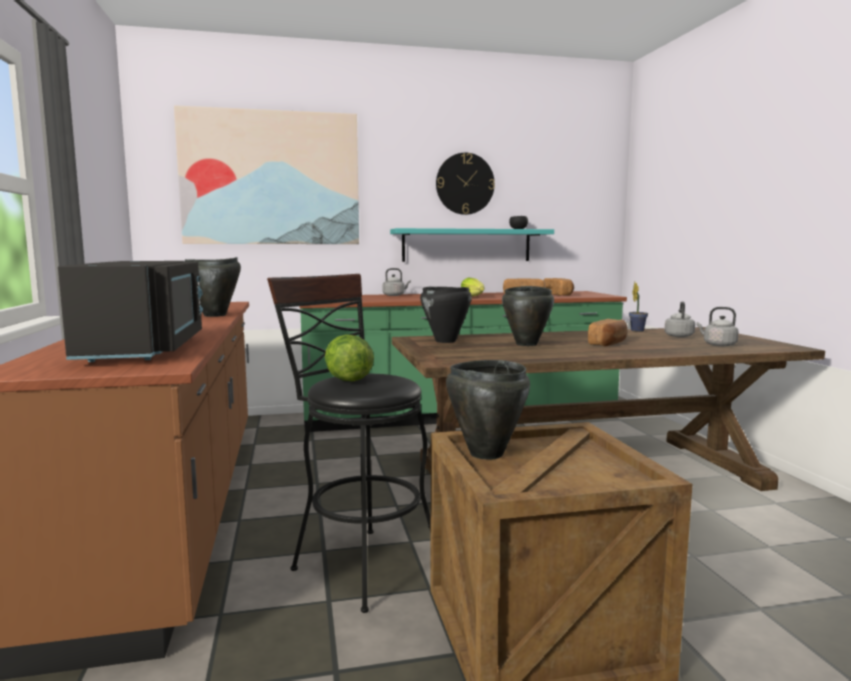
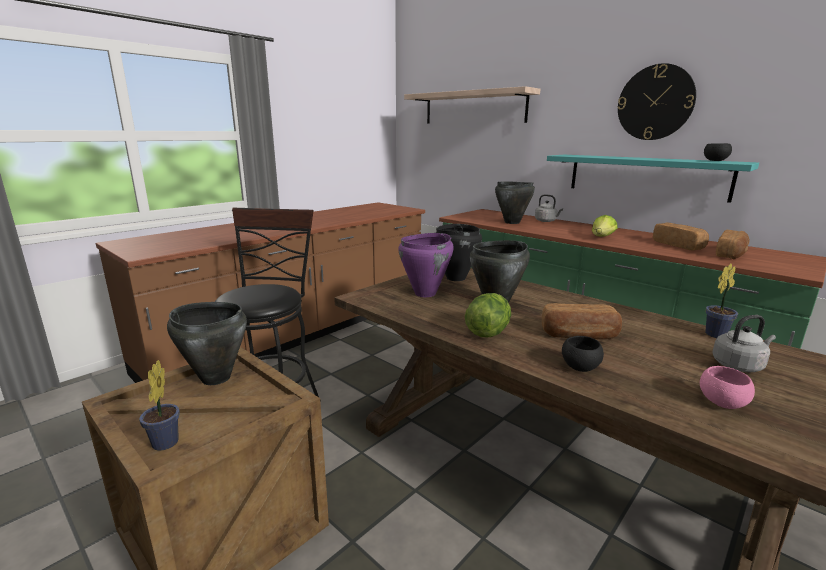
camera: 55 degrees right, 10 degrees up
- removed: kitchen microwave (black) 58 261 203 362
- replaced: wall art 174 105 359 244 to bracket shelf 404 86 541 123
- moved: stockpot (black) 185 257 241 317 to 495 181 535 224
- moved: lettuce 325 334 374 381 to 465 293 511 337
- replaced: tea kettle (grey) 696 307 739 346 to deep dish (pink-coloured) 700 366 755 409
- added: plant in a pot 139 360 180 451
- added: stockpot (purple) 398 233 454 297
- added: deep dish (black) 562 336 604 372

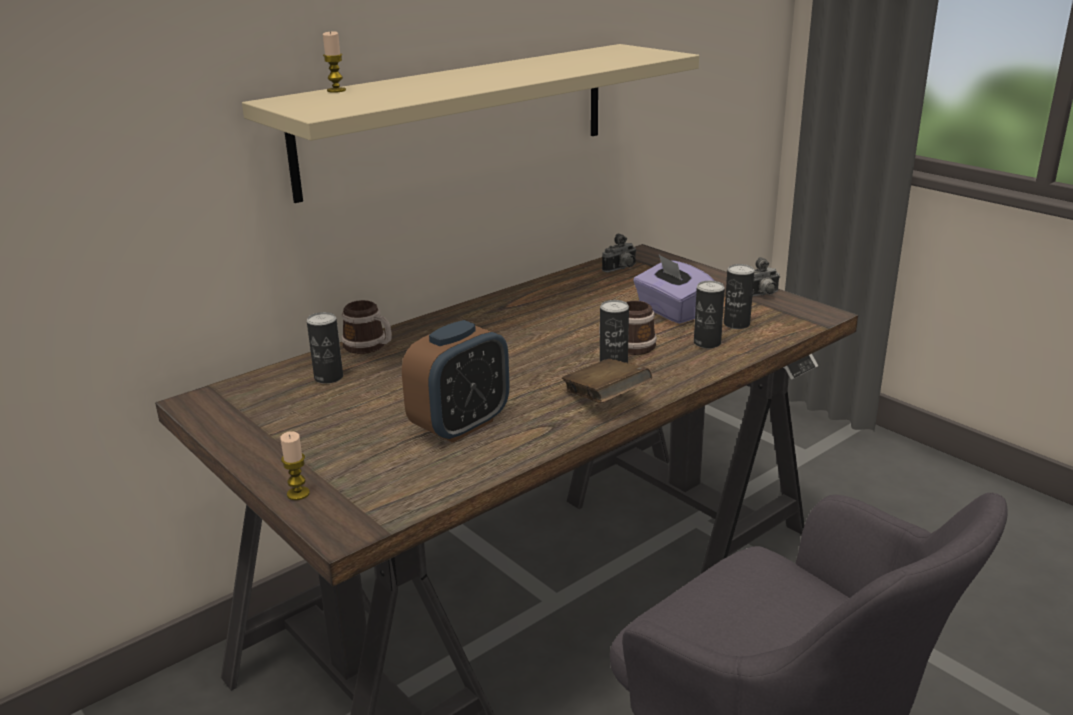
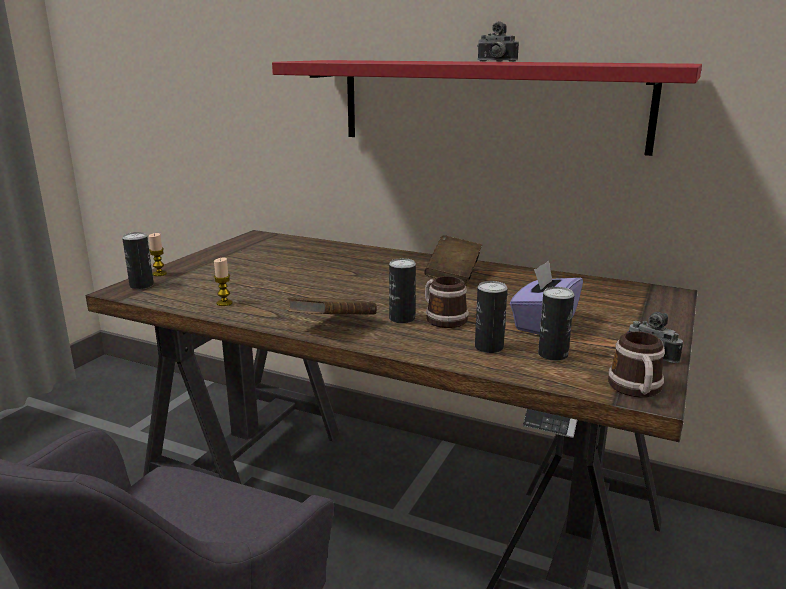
camera: 65 degrees right, 5 degrees down
- recoloured: bracket shelf (beige-coloured) 242 44 699 203 to bracket shelf (reddish) 272 60 702 156
- moved: sealed can 307 312 343 384 to 122 232 154 289
- moved: wax candle 323 31 346 93 to 214 258 233 306
- moved: tea mug 342 300 392 354 to 608 331 665 398
- removed: table clock 402 320 510 443
- moved: still camera 602 234 637 272 to 477 21 519 62
- added: bound book (brown) 424 235 482 286

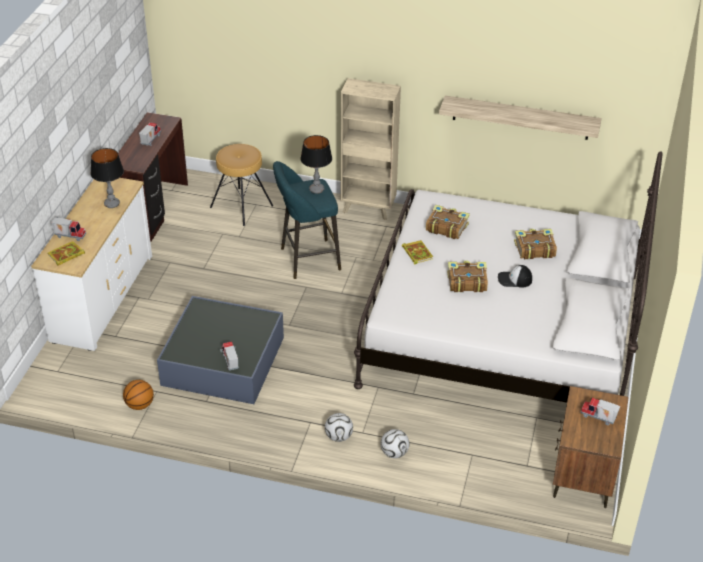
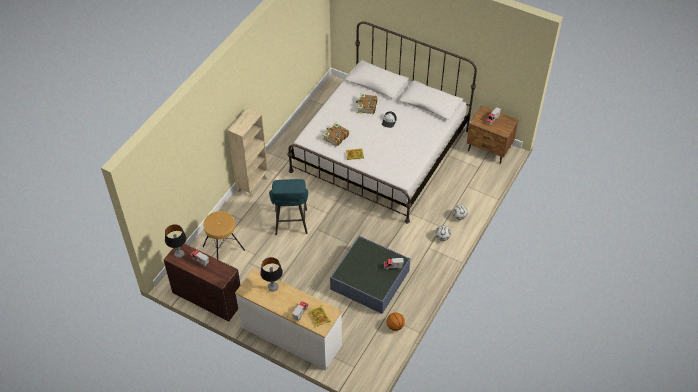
camera: 75 degrees left, 10 degrees up
- moved: table lamp 300 135 332 194 to 165 224 187 258
- removed: bracket shelf 439 95 602 140
- removed: bound book 447 260 488 292

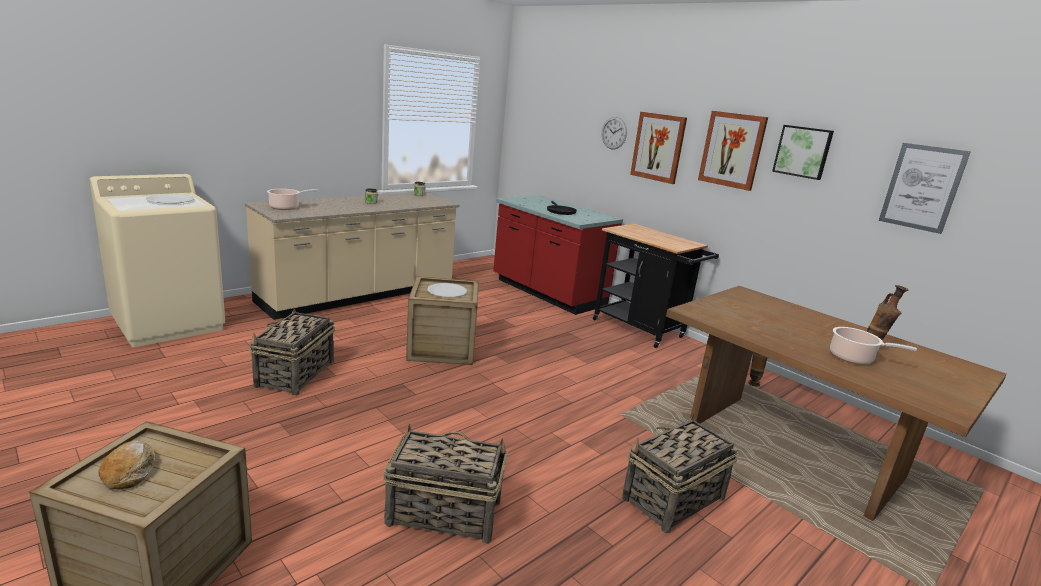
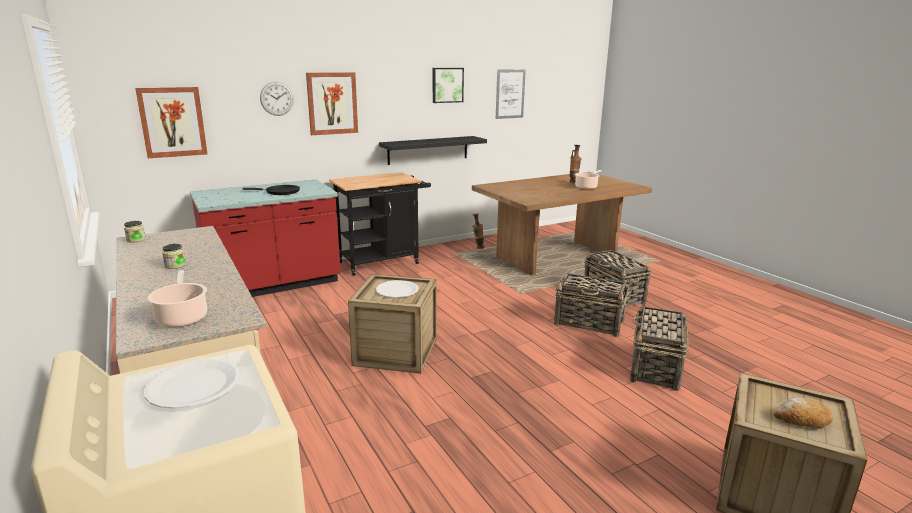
camera: 75 degrees left, 0 degrees up
- moved: household basket 249 308 335 395 to 554 273 629 337
- moved: wall art 698 111 768 191 to 135 87 208 158
- added: bracket shelf (black) 379 136 487 165

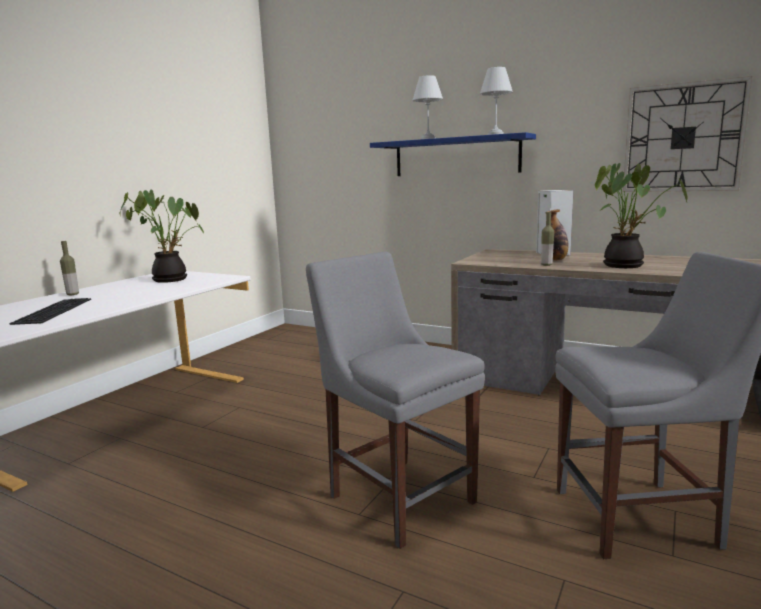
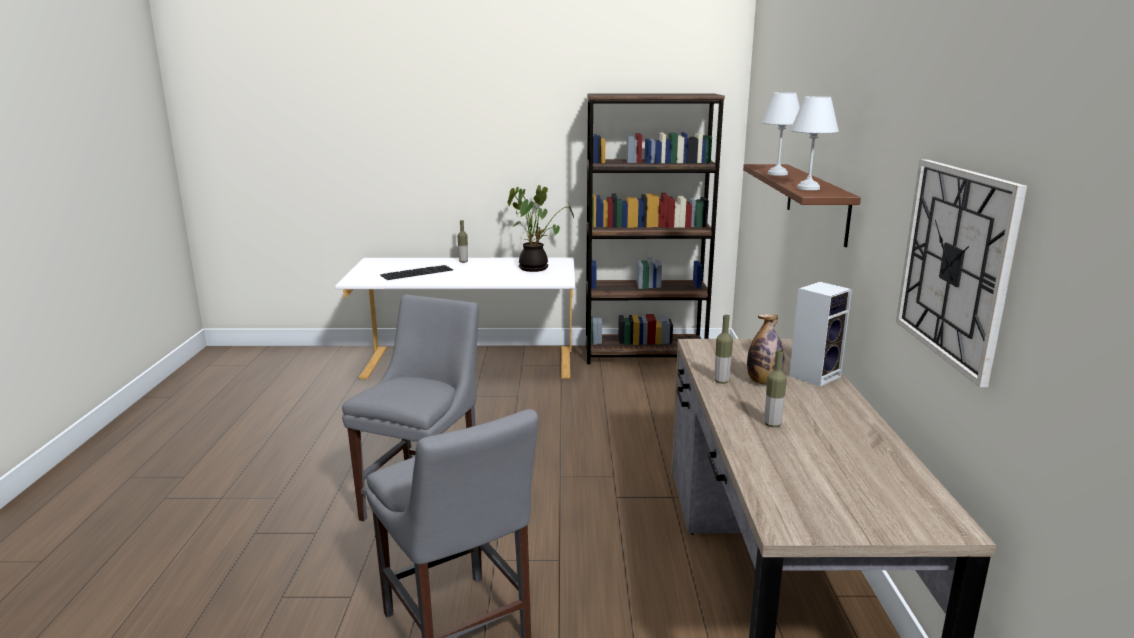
camera: 60 degrees right, 5 degrees up
- recoloured: bracket shelf (bluish) 370 132 536 176 to bracket shelf (brown) 743 164 861 247
- replaced: plant in a pot 595 163 688 268 to drink bottle 764 350 787 427
- added: bookshelf (brown) 586 94 725 364

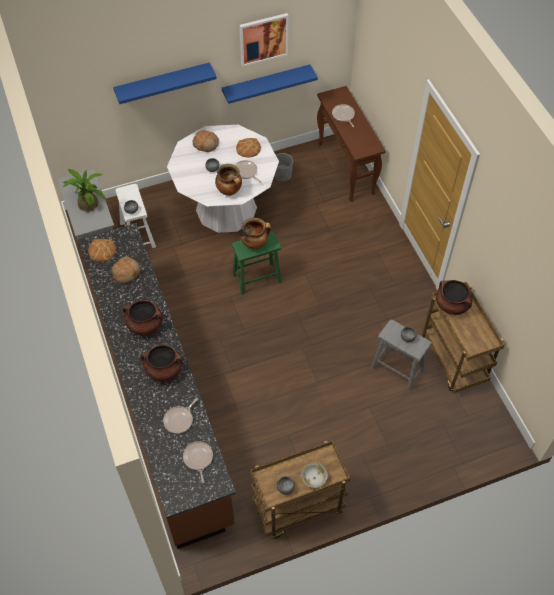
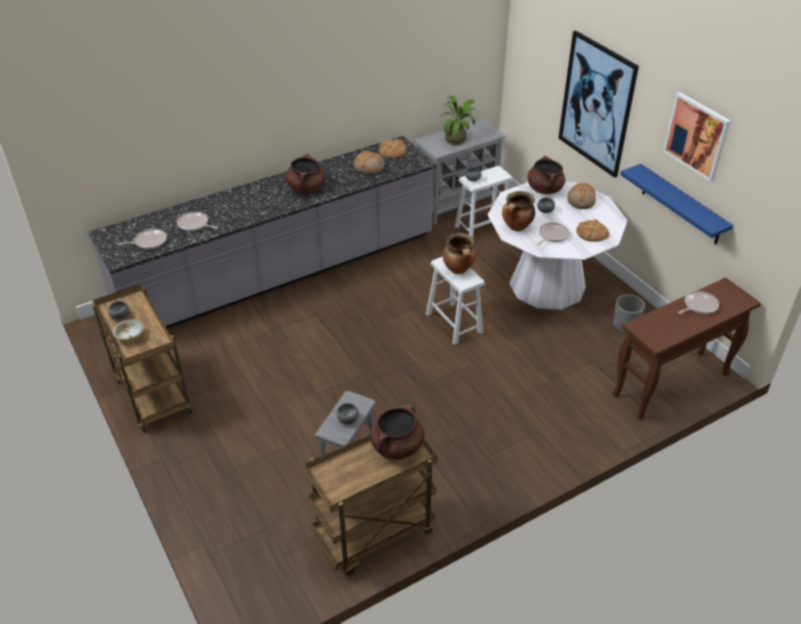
camera: 80 degrees right, 15 degrees down
- recoloured: kitchen base unit (brown) 78 223 236 549 to kitchen base unit (grey) 88 136 437 329
- replaced: bracket shelf (bluish) 113 62 217 104 to wall art 558 30 639 178
- moved: stockpot (brown) 141 345 183 382 to 527 156 565 194
- recoloured: stool seat (green-coloured) 231 231 282 295 to stool seat (whitish) 426 256 485 345

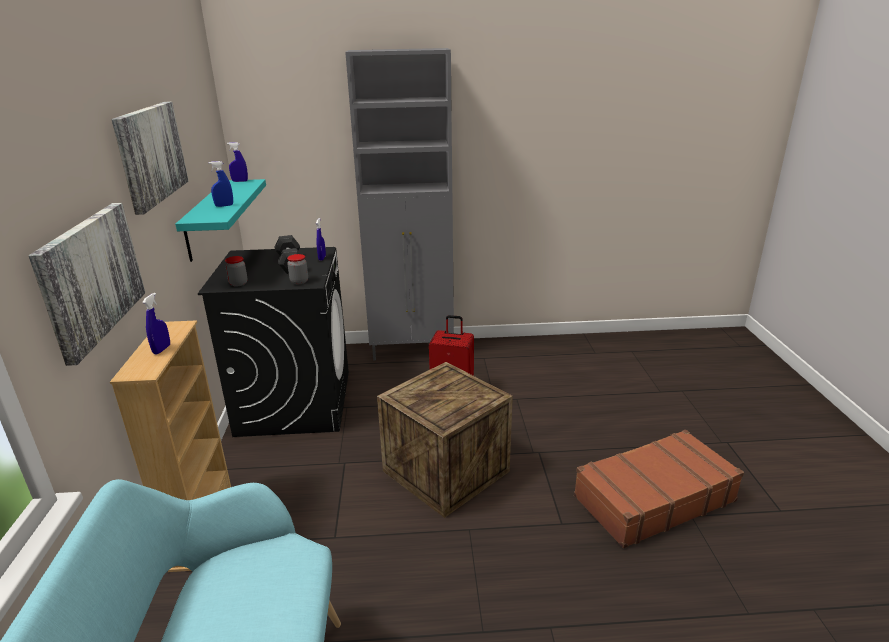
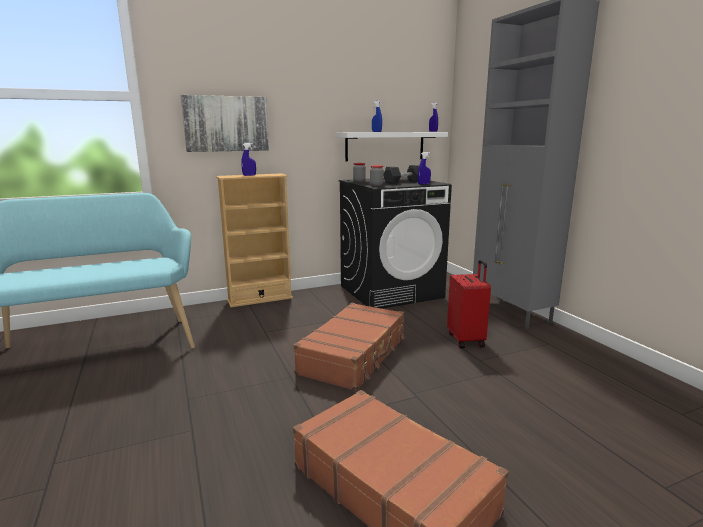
camera: 70 degrees right, 10 degrees down
- removed: wall art 112 102 188 215
- recoloured: bracket shelf (blue-green) 175 179 266 262 to bracket shelf (whitish) 335 132 448 161
- replaced: crate 377 362 513 518 to travel case (brown) 294 303 405 391

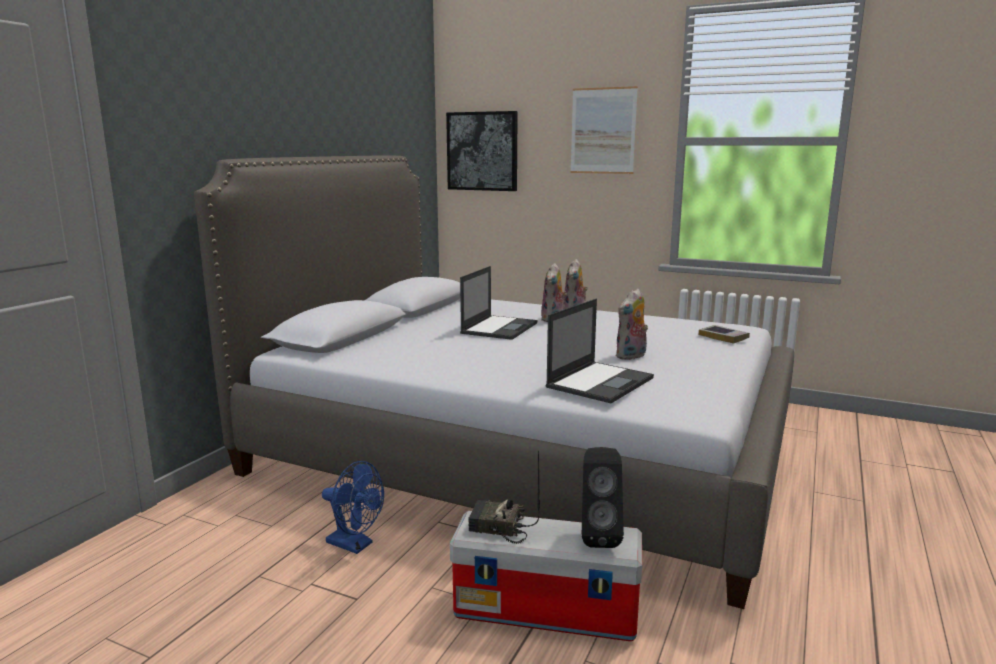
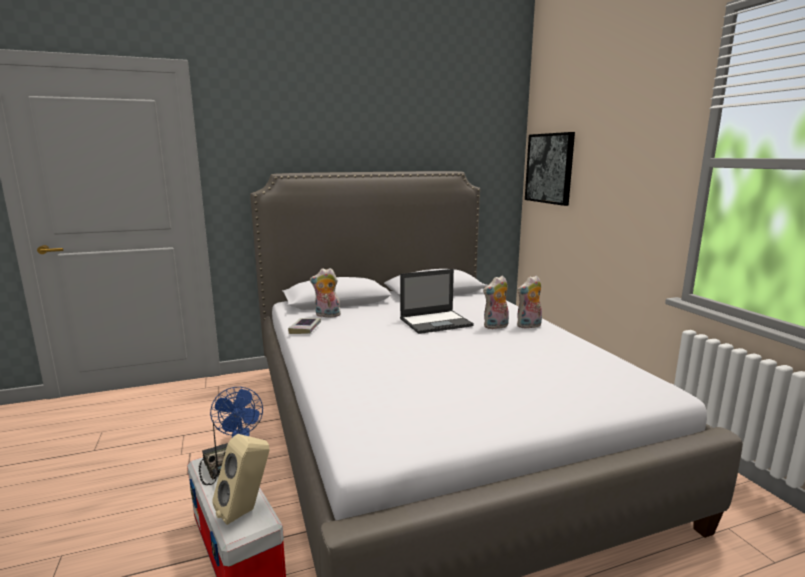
camera: 45 degrees right, 0 degrees up
- removed: notebook computer 546 299 654 403
- removed: wall art 570 86 638 174
- recoloured: speaker (black) 582 447 624 548 to speaker (beige-coloured) 212 434 269 525
- moved: plush toy 615 289 648 360 to 310 268 341 317
- moved: bound book 699 325 750 344 to 288 318 321 334

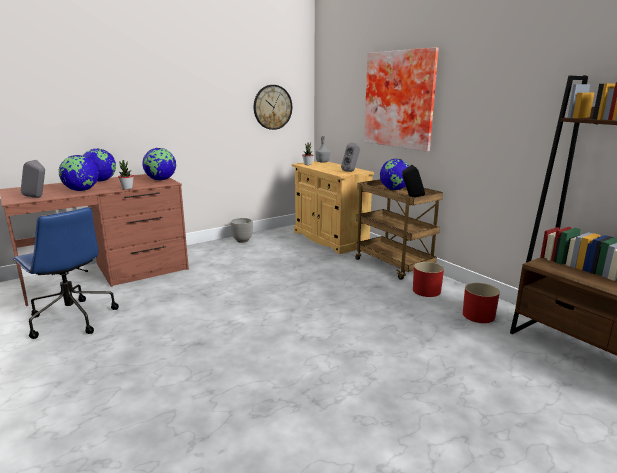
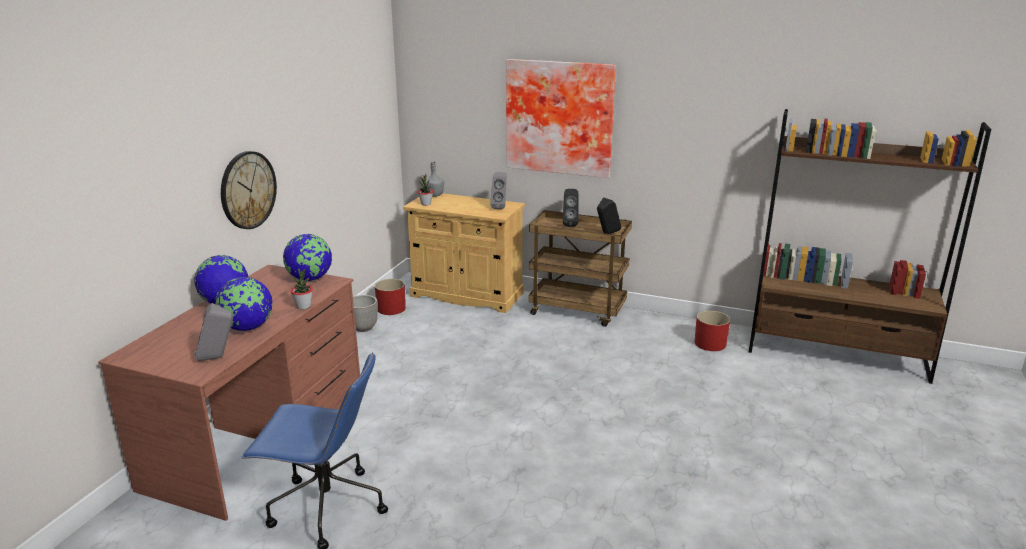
camera: 35 degrees left, 5 degrees up
- moved: wall clock 254 85 292 130 to 221 151 277 229
- replaced: desk globe 380 159 409 190 to speaker (black) 563 189 579 227
- moved: planter (reddish) 413 262 444 297 to 375 279 406 315

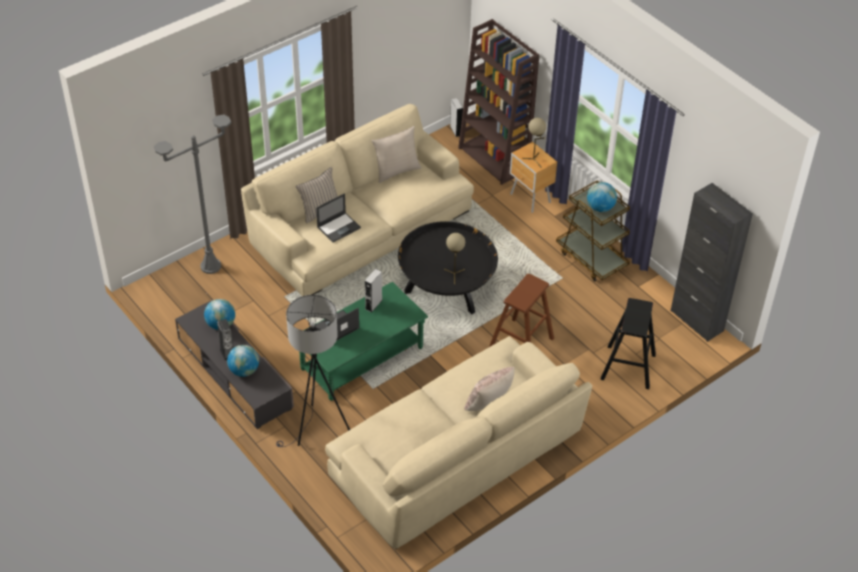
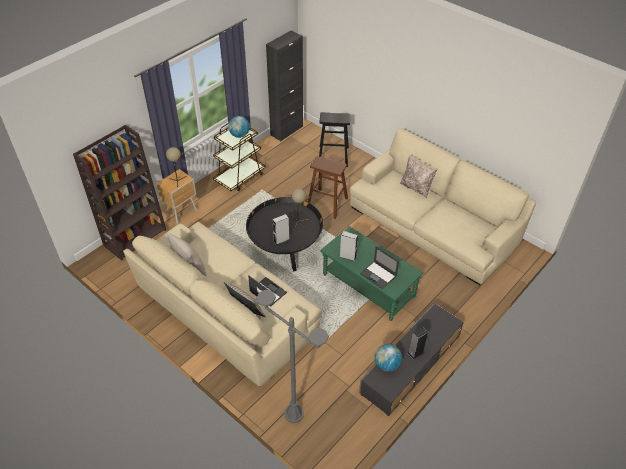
camera: 100 degrees left, 0 degrees up
- removed: desk globe 227 345 259 377
- removed: standing lamp (grey) 276 295 350 447
- moved: speaker (grey) 450 98 463 137 to 273 214 290 245

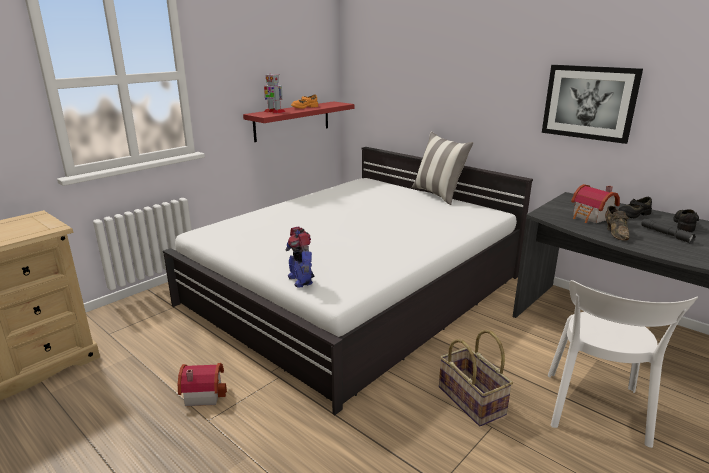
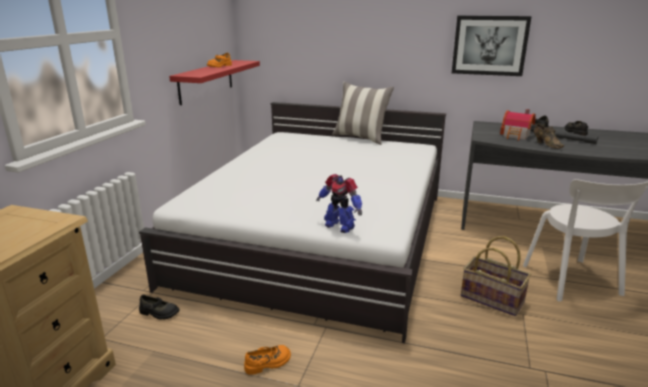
camera: 25 degrees left, 0 degrees up
- replaced: model house 178 363 227 406 to low shoe (orange) 244 345 291 375
- removed: model robot 264 74 285 114
- added: low shoe (black) 139 295 180 320

